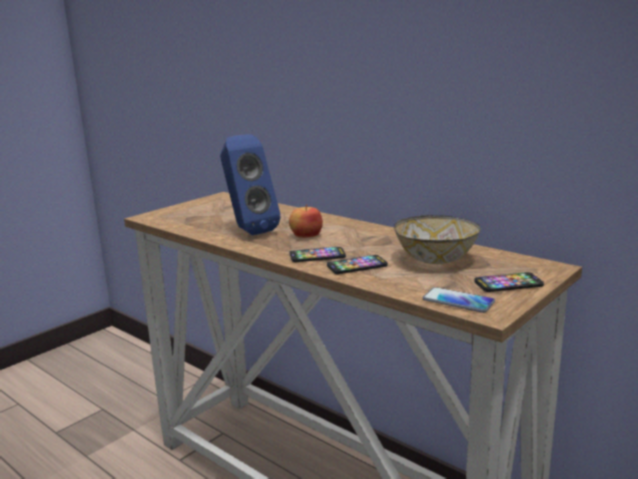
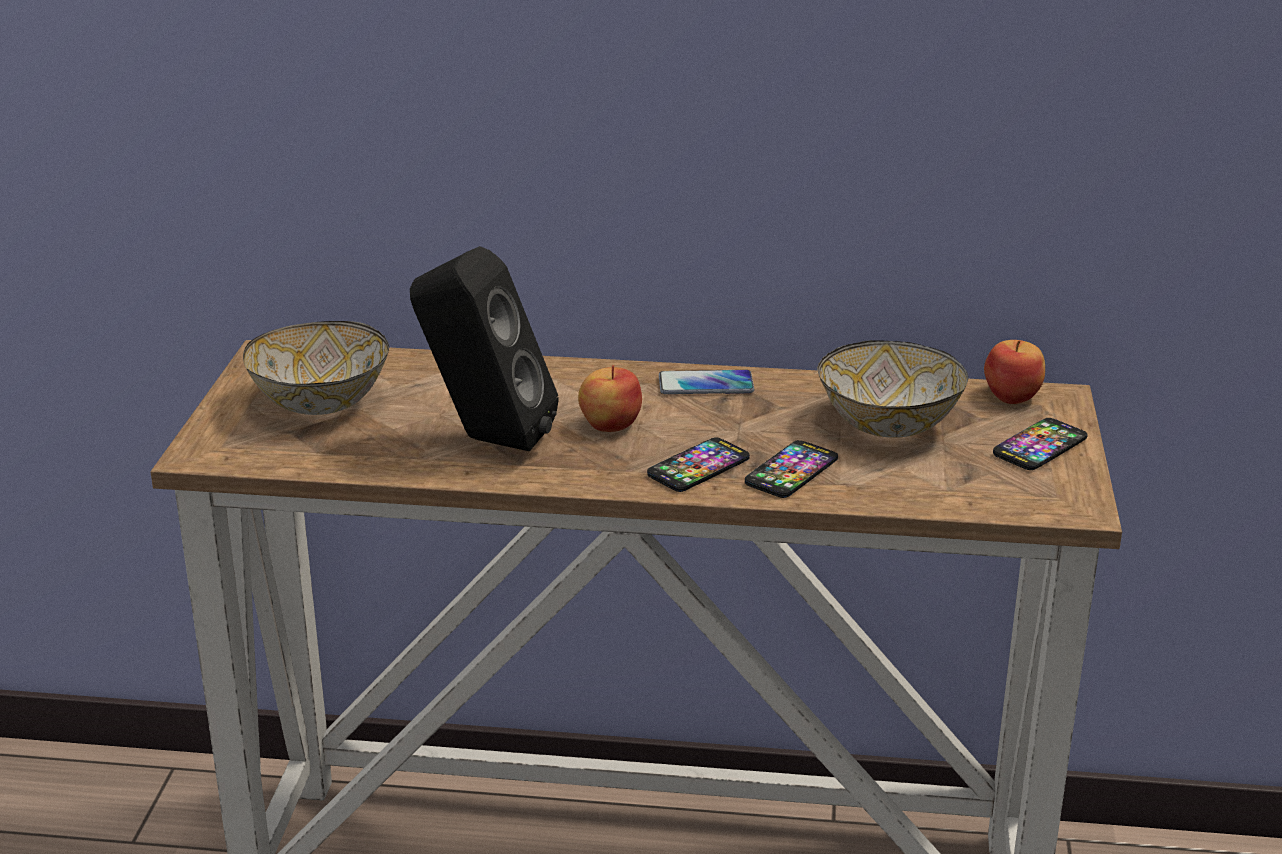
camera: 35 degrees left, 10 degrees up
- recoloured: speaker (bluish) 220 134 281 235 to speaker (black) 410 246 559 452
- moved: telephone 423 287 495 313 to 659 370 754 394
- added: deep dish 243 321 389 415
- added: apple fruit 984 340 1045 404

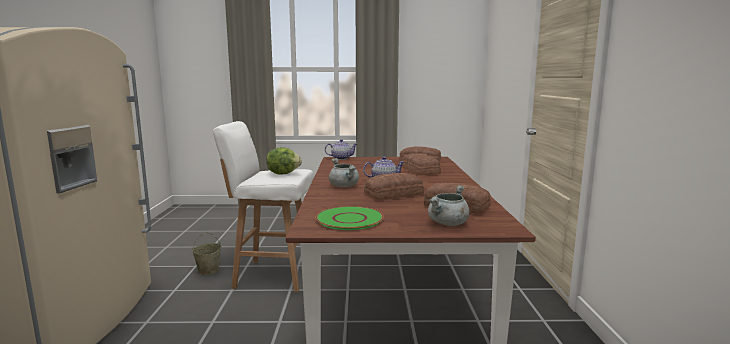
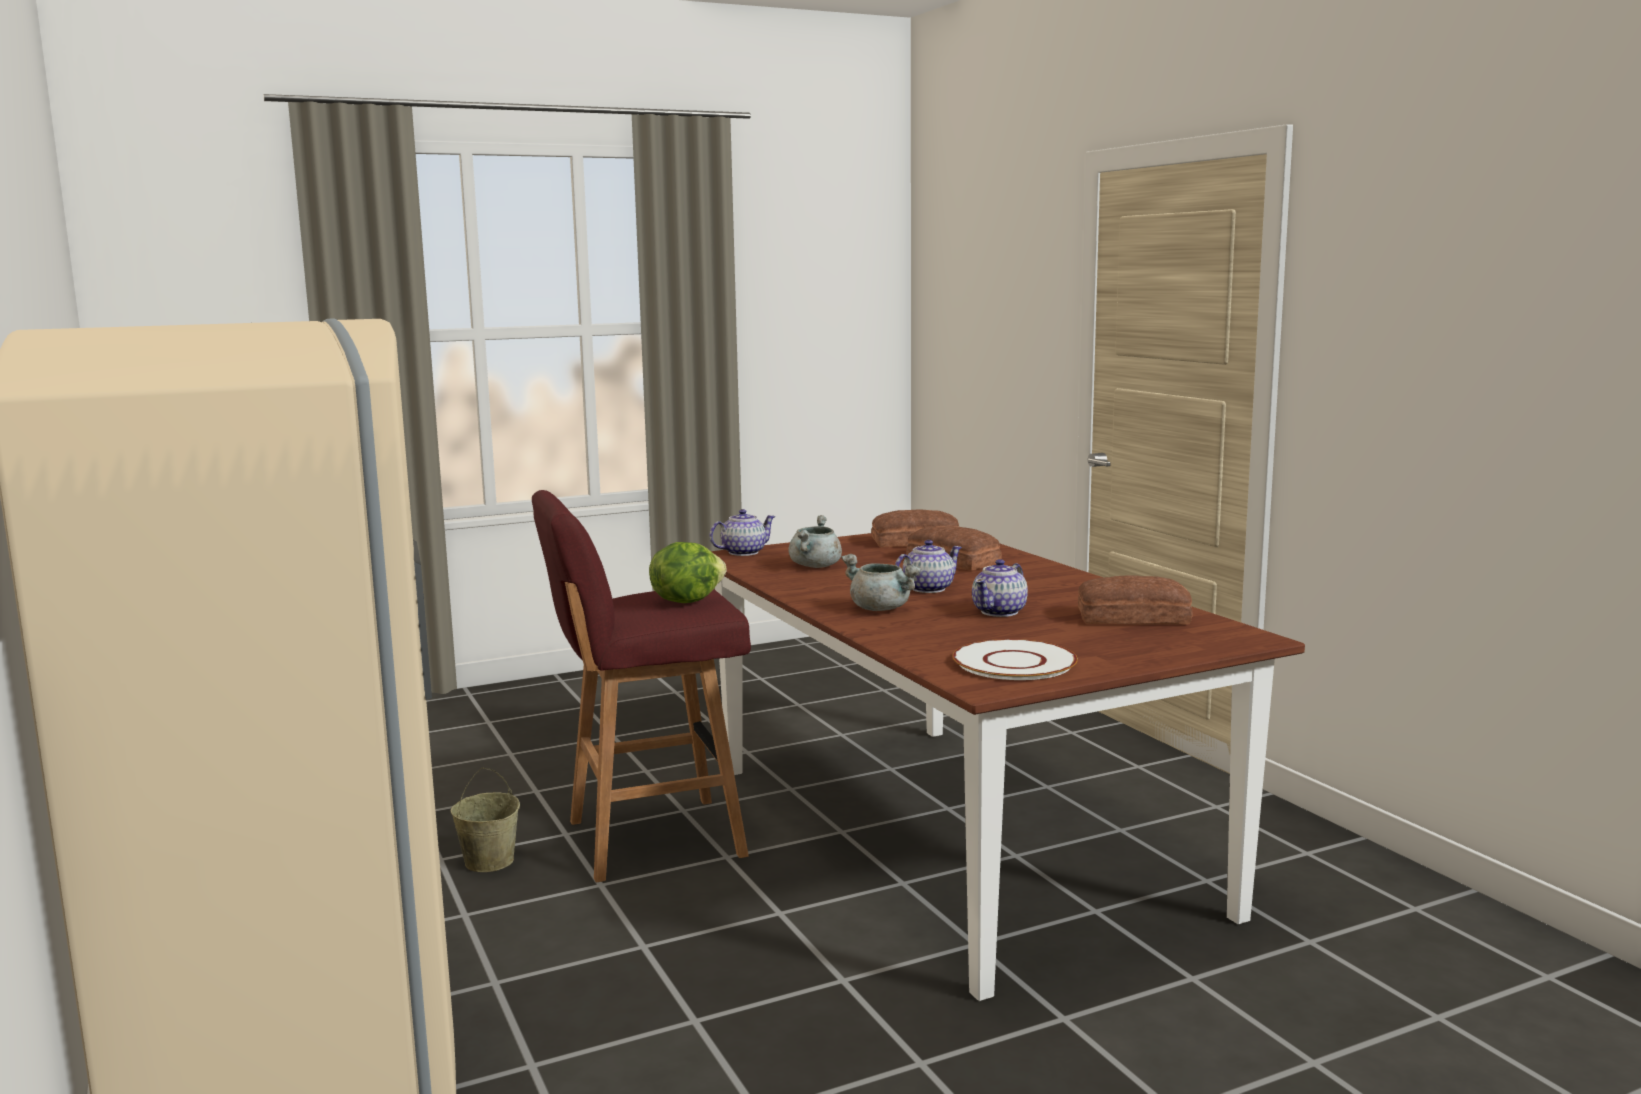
camera: 25 degrees left, 0 degrees up
- recoloured: stool seat (whitish) 213 121 314 292 to stool seat (reddish) 532 490 751 882
- recoloured: plate (green-coloured) 315 206 384 230 to plate (whitish) 952 639 1078 680
- replaced: bakery bread 364 173 424 201 to teapot 972 559 1028 617
- moved: stockpot (grey) 428 185 470 226 to 788 515 842 568

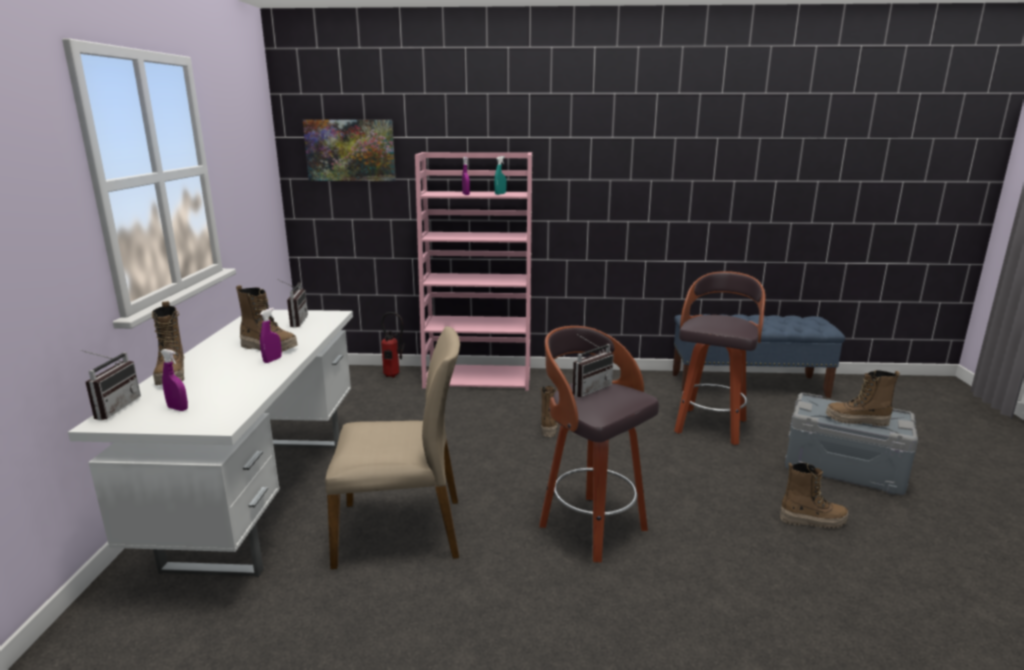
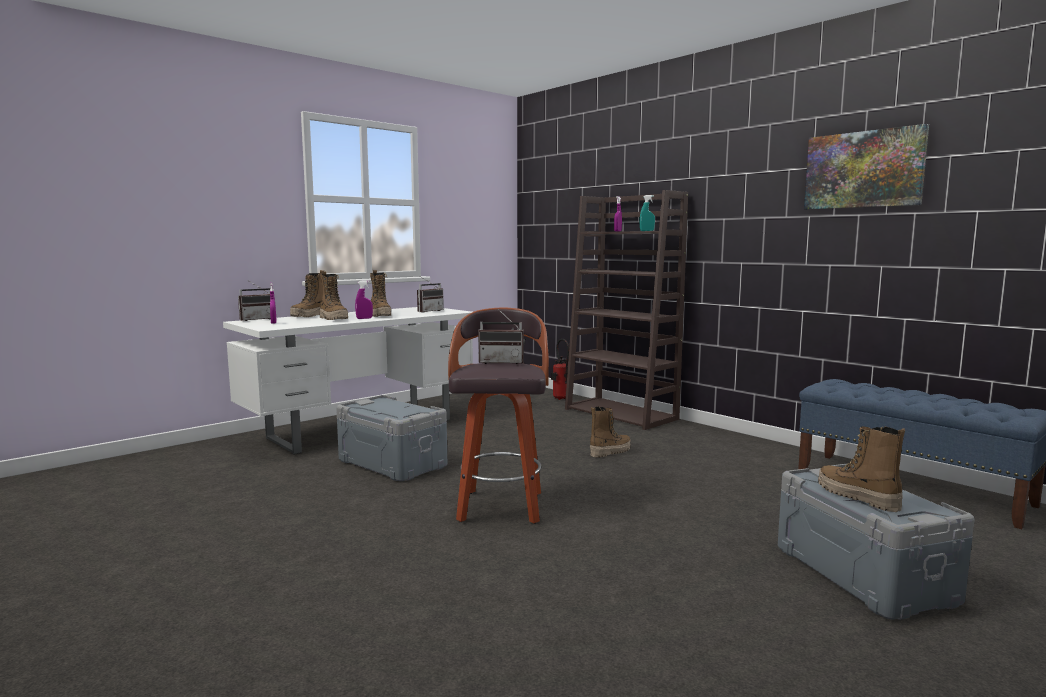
camera: 45 degrees right, 10 degrees down
- moved: wall art 303 120 396 181 to 804 124 929 209
- replaced: upright chair (beige-coloured) 325 326 460 569 to storage bin (grey) 336 395 447 481
- recoloured: bookshelf (pink-coloured) 415 152 532 391 to bookshelf (brown) 565 190 688 430
- removed: stool seat 674 271 765 445
- moved: boot 780 463 848 529 to 319 271 348 320

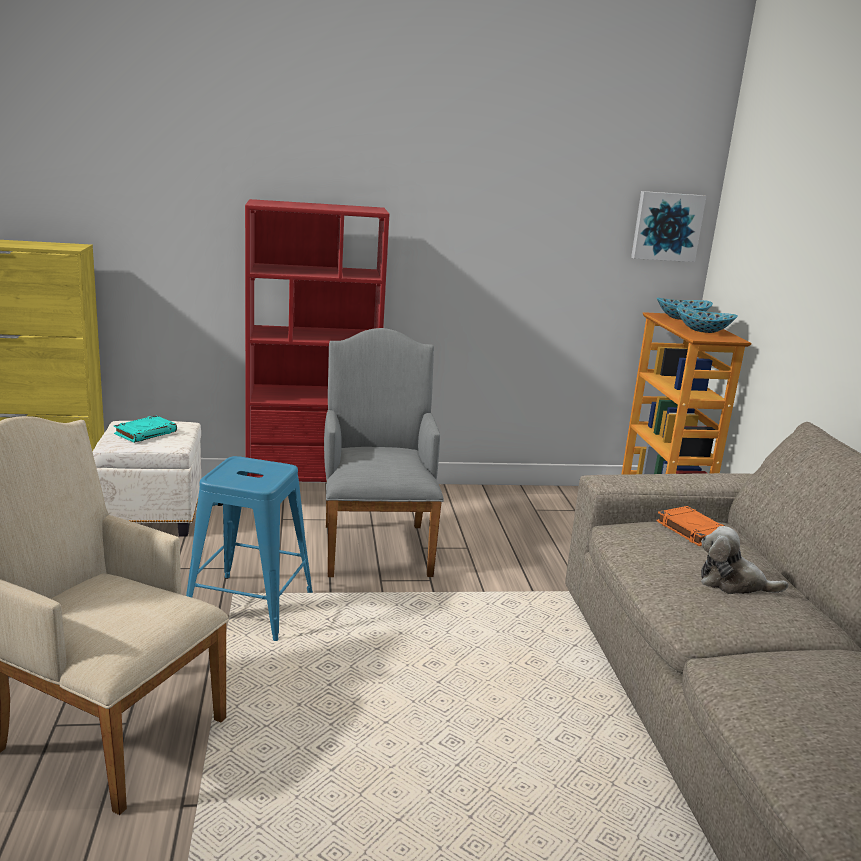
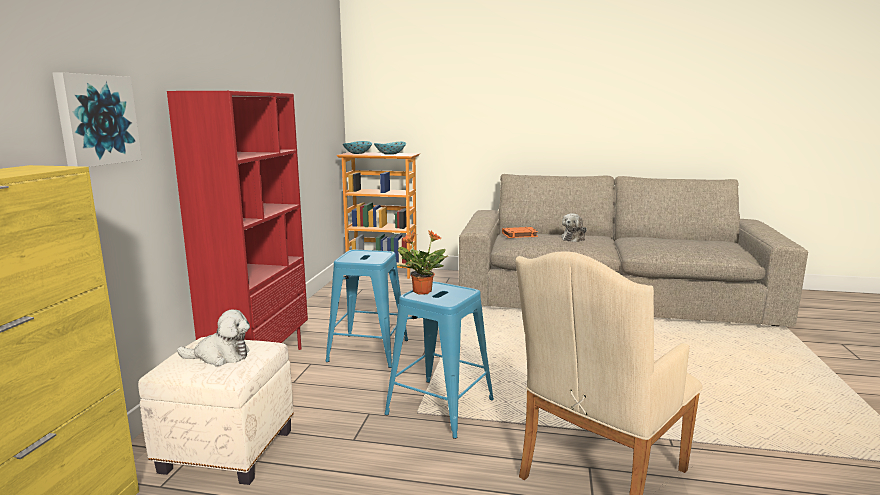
camera: 70 degrees left, 5 degrees down
- replaced: bound book (blue-green) 114 415 177 443 to plush toy 177 309 250 366
- replaced: lounge chair (grey) 324 328 444 577 to stool seat (bluish) 326 250 408 368
- moved: wall art 631 191 706 262 to 53 72 142 167
- added: plant in a pot 397 230 448 294

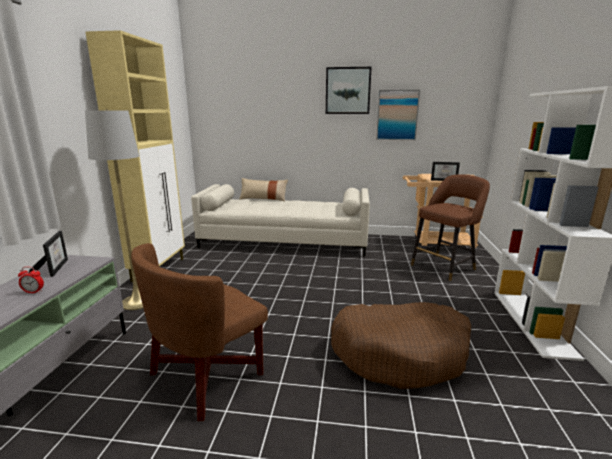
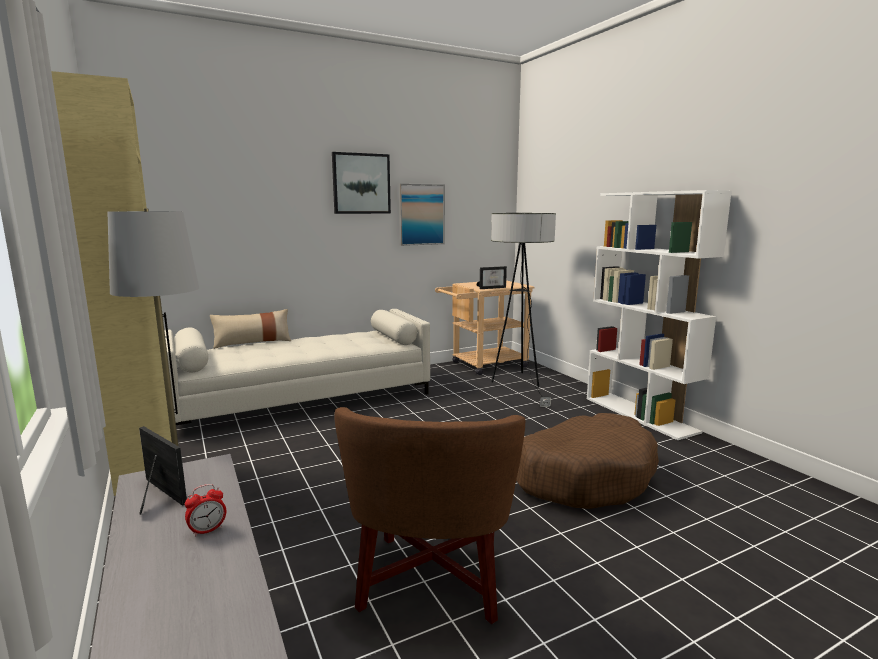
camera: 35 degrees left, 5 degrees down
- replaced: stool seat (brown) 411 175 490 281 to standing lamp 491 213 556 407

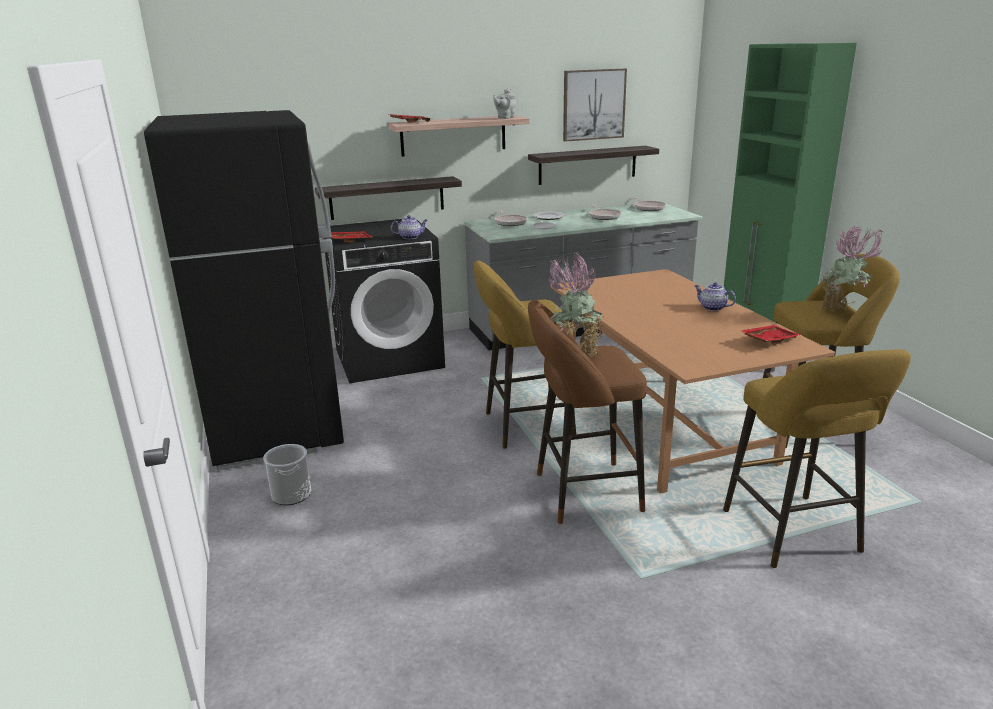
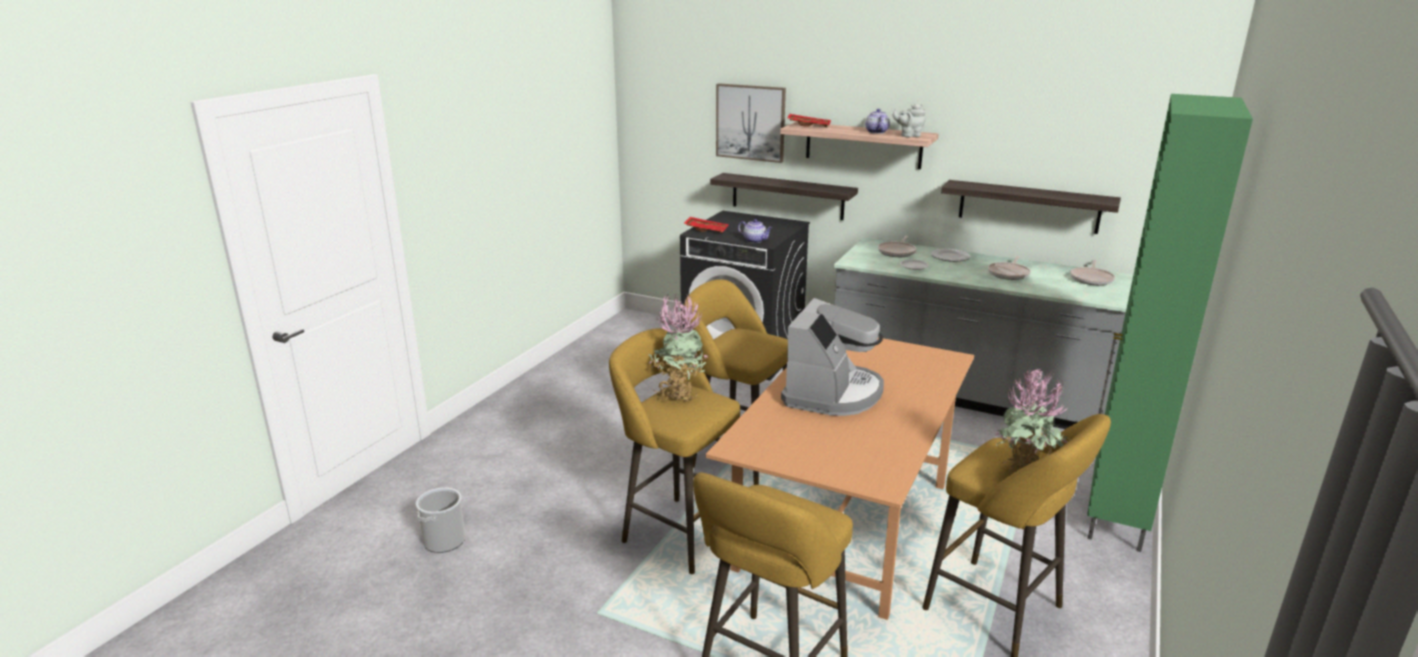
camera: 45 degrees right, 0 degrees up
- removed: refrigerator (black) 144 110 344 471
- moved: pail 263 444 311 505 to 416 488 465 553
- recoloured: stool seat (brown) 528 300 647 524 to stool seat (yellow-coloured) 609 328 740 574
- moved: wall art 563 69 627 142 to 716 83 786 163
- moved: teapot 694 282 736 311 to 865 109 890 134
- removed: serving tray (reddish) 739 325 801 345
- added: coffee machine 781 298 884 416

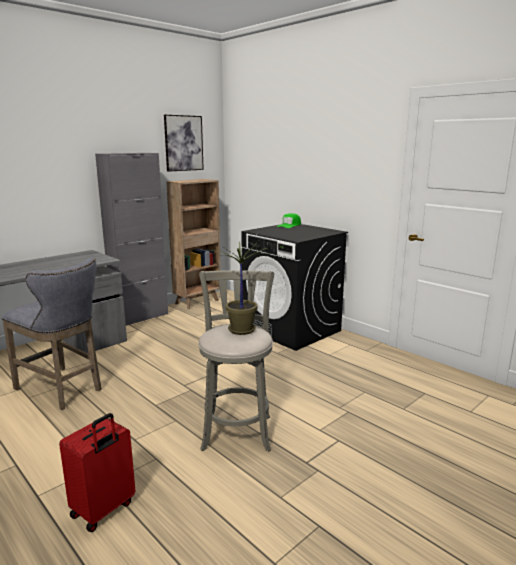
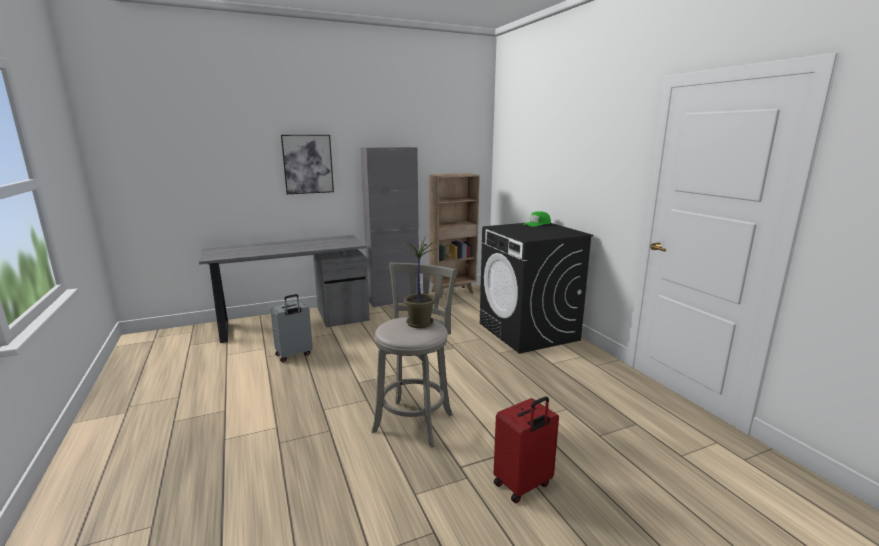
camera: 20 degrees right, 0 degrees up
- replaced: stool seat (grey) 2 257 102 410 to travel case (grey) 270 294 313 362
- moved: travel case (reddish) 59 413 135 532 to 493 396 559 503
- moved: wall art 164 115 204 172 to 281 135 334 194

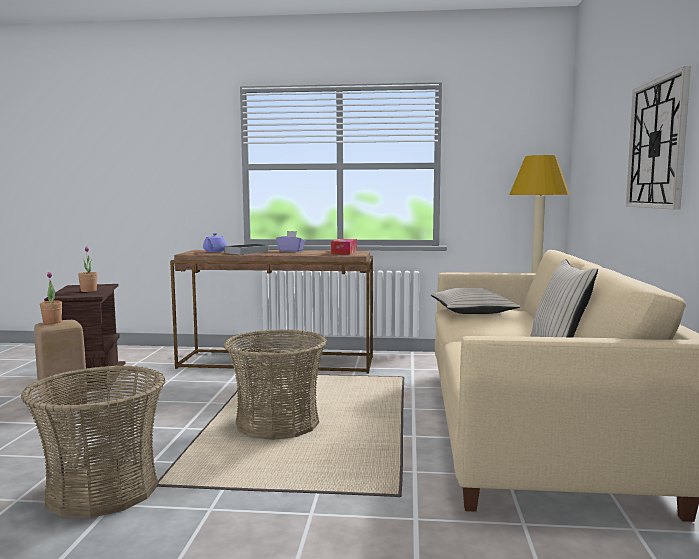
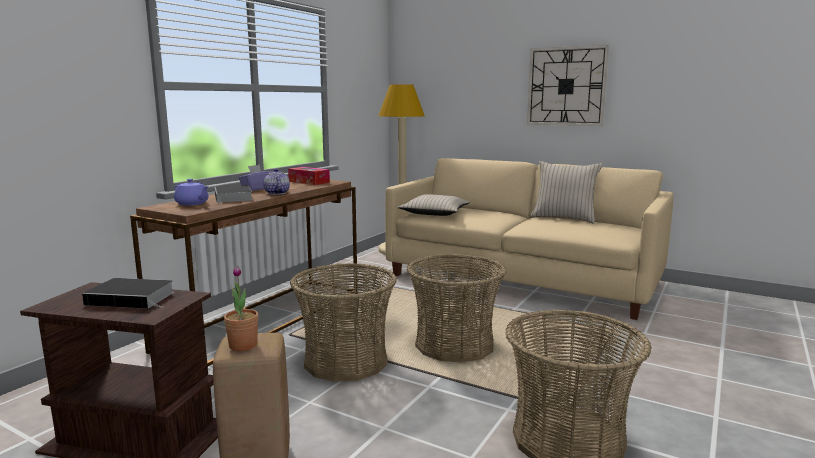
camera: 65 degrees left, 5 degrees up
- replaced: plant in a pot 78 247 97 292 to bound book 82 278 174 309
- added: teapot 263 169 290 195
- added: household basket 290 263 397 382

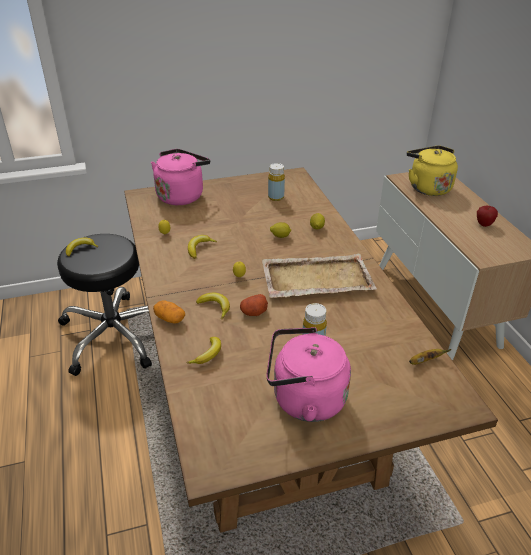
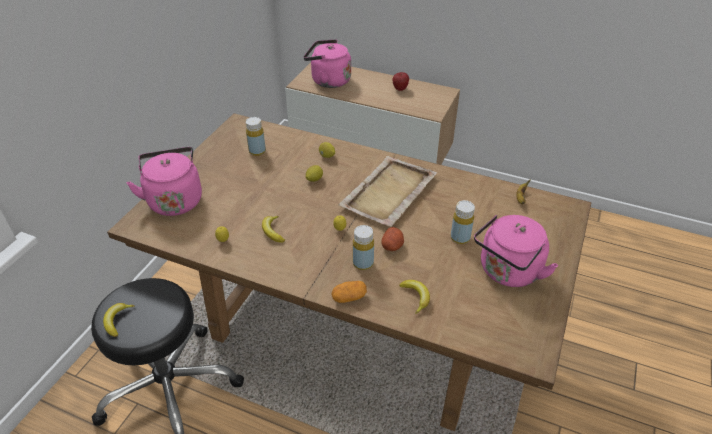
camera: 50 degrees left, 5 degrees up
- replaced: whole banana 196 293 230 319 to drink bottle (yellow-coloured) 353 225 374 270
- recoloured: tea kettle (yellow-coloured) 407 146 458 196 to tea kettle (pink-coloured) 304 39 351 88

